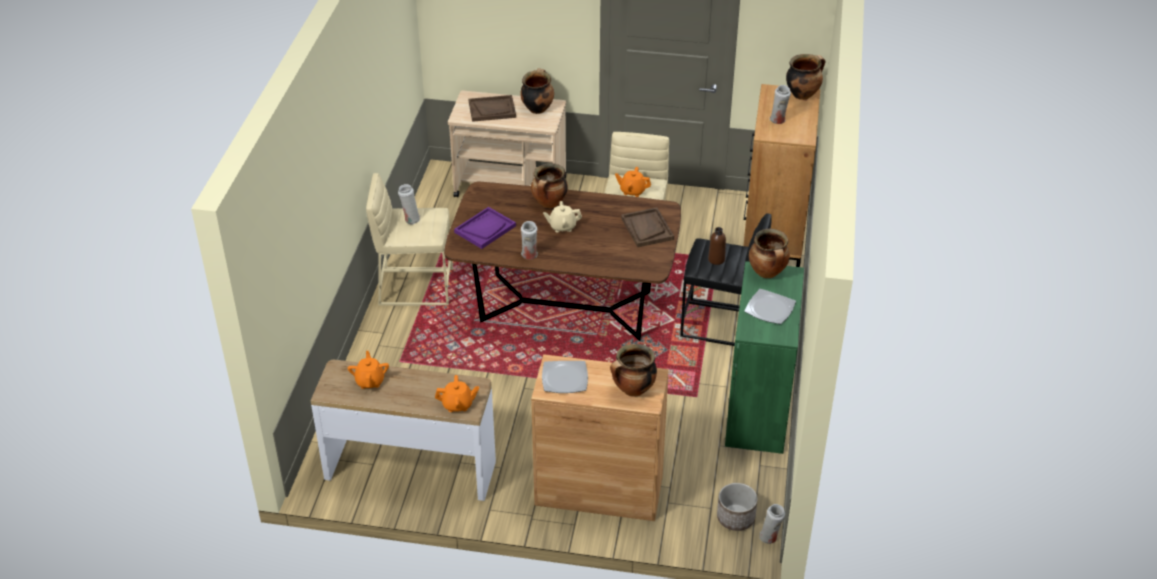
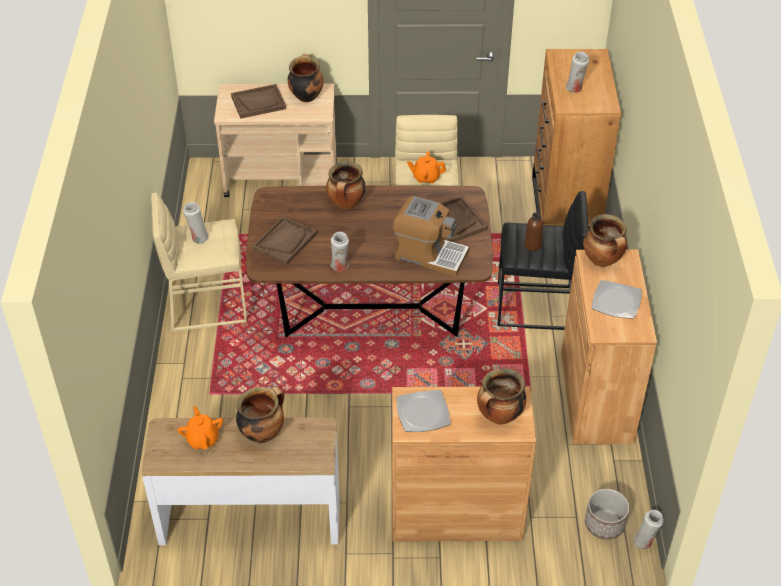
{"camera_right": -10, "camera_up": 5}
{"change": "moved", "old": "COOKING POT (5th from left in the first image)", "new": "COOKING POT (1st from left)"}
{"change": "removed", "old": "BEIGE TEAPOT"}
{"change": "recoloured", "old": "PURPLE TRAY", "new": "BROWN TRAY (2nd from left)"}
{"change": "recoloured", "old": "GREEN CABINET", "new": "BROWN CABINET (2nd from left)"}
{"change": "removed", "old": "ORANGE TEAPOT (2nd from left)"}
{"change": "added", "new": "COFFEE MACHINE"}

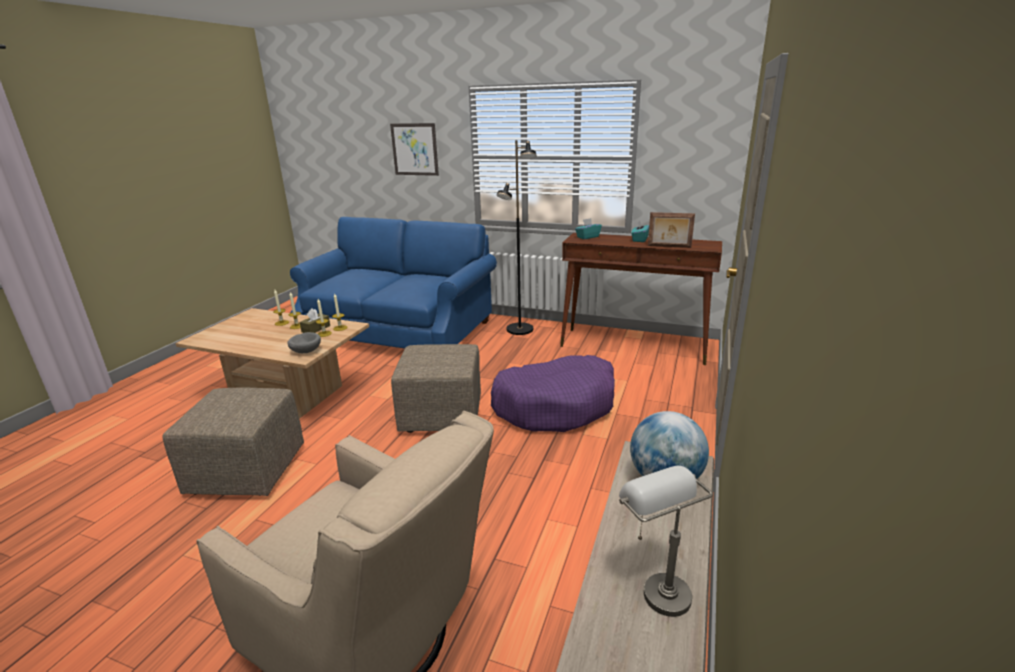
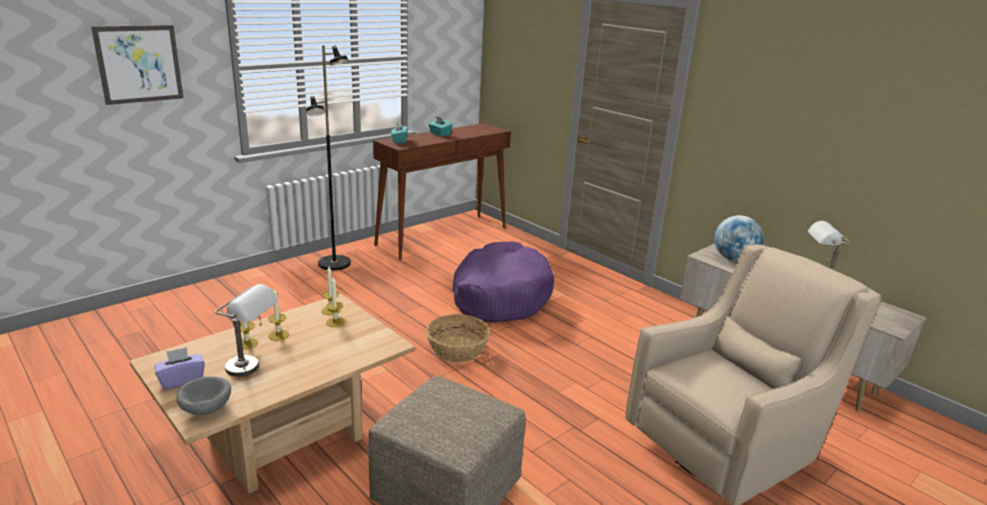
{"camera_right": -65, "camera_up": 0}
{"change": "removed", "old": "PICTURE FRAME"}
{"change": "removed", "old": "BLUE SOFA"}
{"change": "removed", "old": "BROWN TISSUE BOX"}
{"change": "moved", "old": "GREY BOWL"}
{"change": "replaced", "old": "BEIGE OTTOMAN (2nd from left)", "new": "BASKET"}
{"change": "added", "new": "GREY TABLE LAMP (1st from left)"}
{"change": "added", "new": "PURPLE TISSUE BOX"}

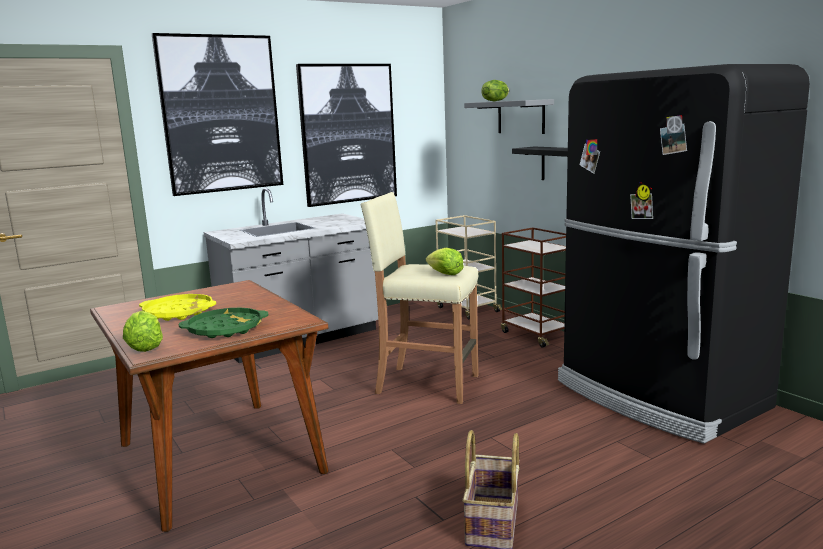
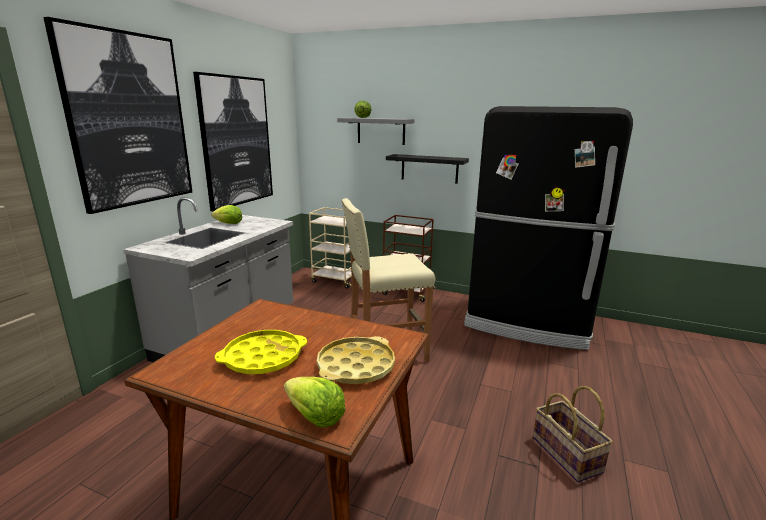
{"camera_right": -35, "camera_up": 5}
{"change": "moved", "old": "LETTUCE (2nd from left in the first image)", "new": "LETTUCE (1st from left)"}
{"change": "recoloured", "old": "GREEN TRAY", "new": "YELLOW TRAY (2nd from left)"}

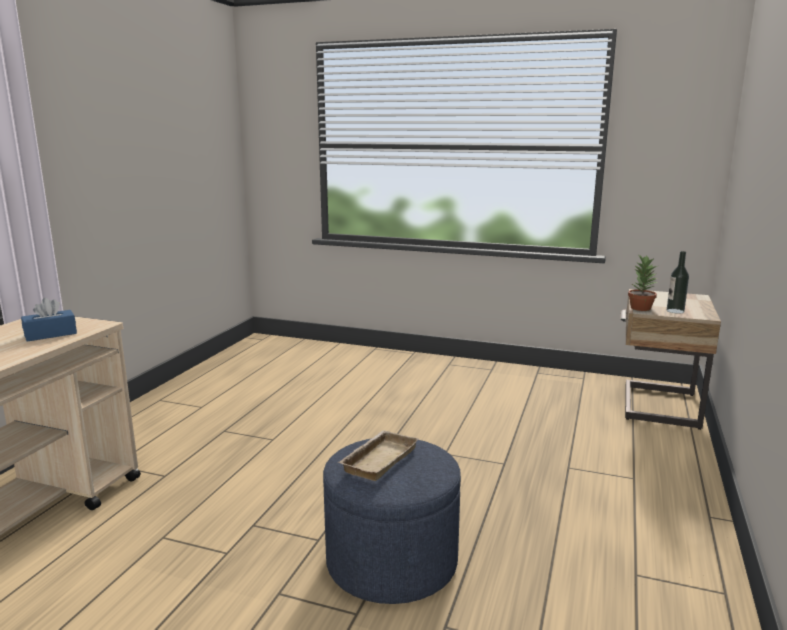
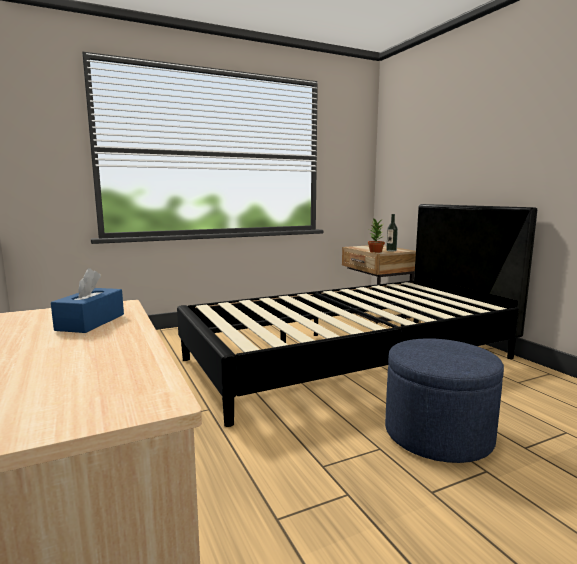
{"camera_right": -45, "camera_up": -5}
{"change": "removed", "old": "BEIGE TRAY"}
{"change": "added", "new": "BLACK BED"}

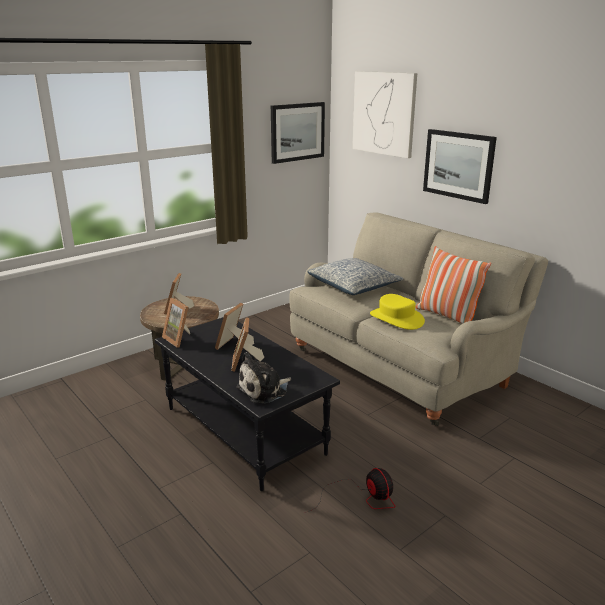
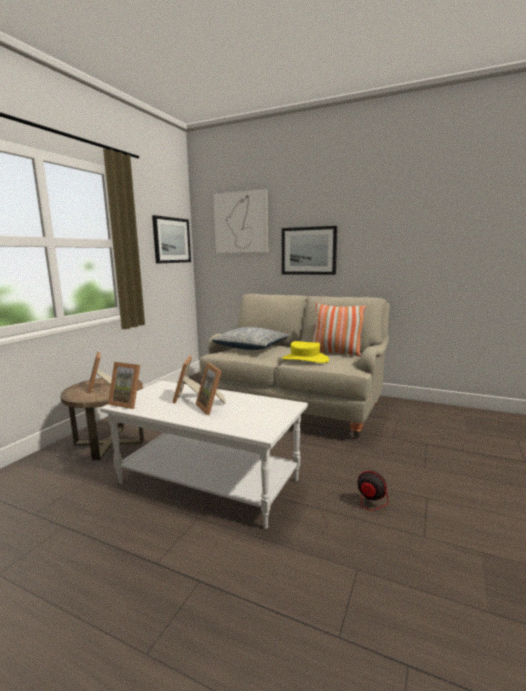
{"camera_right": -25, "camera_up": -10}
{"change": "recoloured", "old": "BLACK COFFEE TABLE", "new": "WHITE COFFEE TABLE"}
{"change": "removed", "old": "PLUSH TOY"}

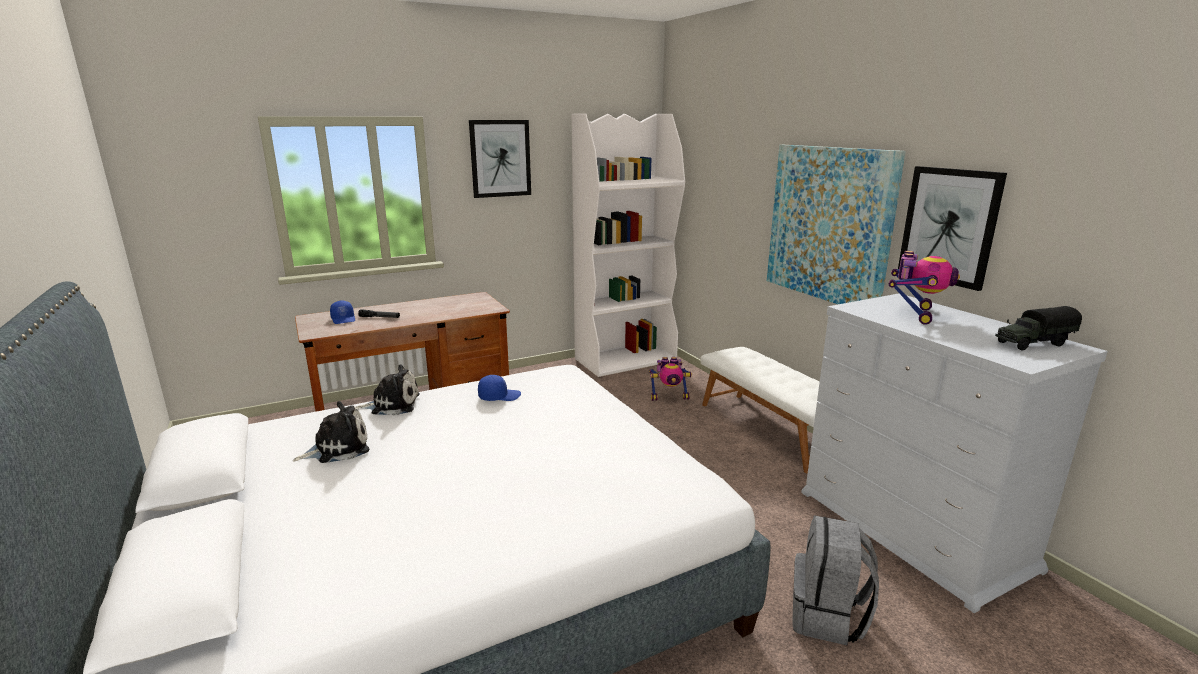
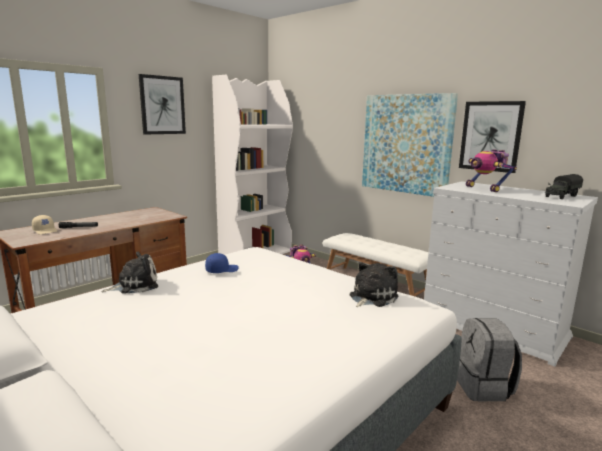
{"camera_right": -20, "camera_up": -5}
{"change": "turned", "old": "TOY ROBOT (2nd from left)", "degrees": 150}
{"change": "recoloured", "old": "BLUE CAP (1st from left)", "new": "BEIGE CAP"}
{"change": "moved", "old": "PLUSH TOY (1st from left in the first image)", "new": "PLUSH TOY (2nd from left)"}

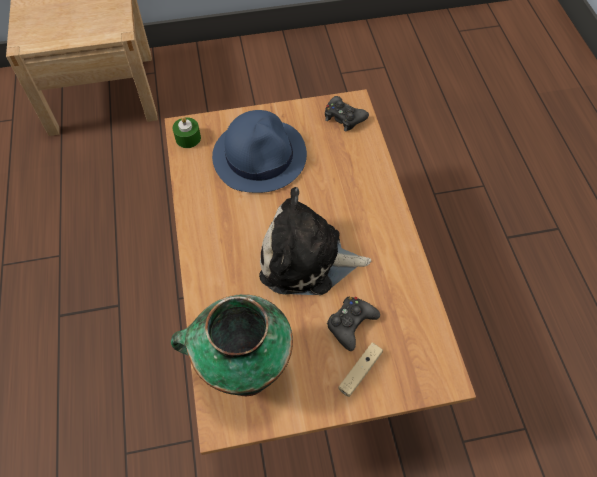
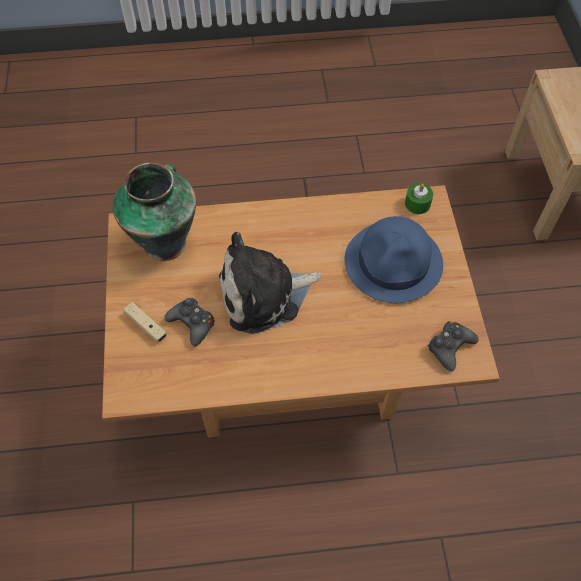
{"camera_right": 95, "camera_up": 0}
{"change": "turned", "old": "PLUSH TOY", "degrees": -120}

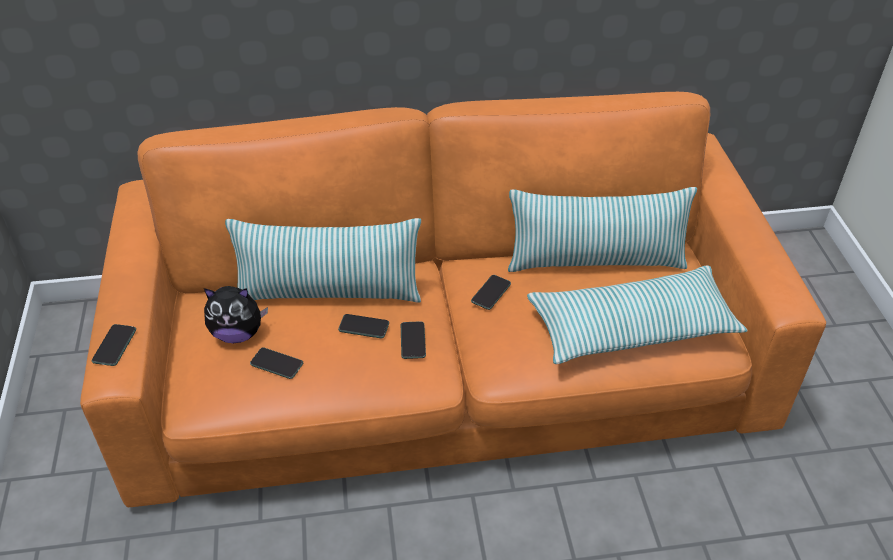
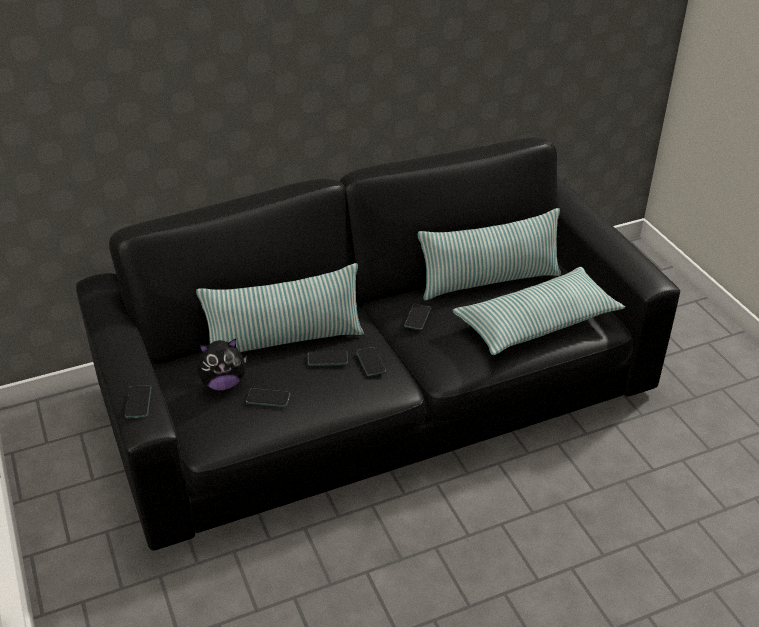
{"camera_right": -15, "camera_up": -5}
{"change": "recoloured", "old": "ORANGE SOFA", "new": "BLACK SOFA"}

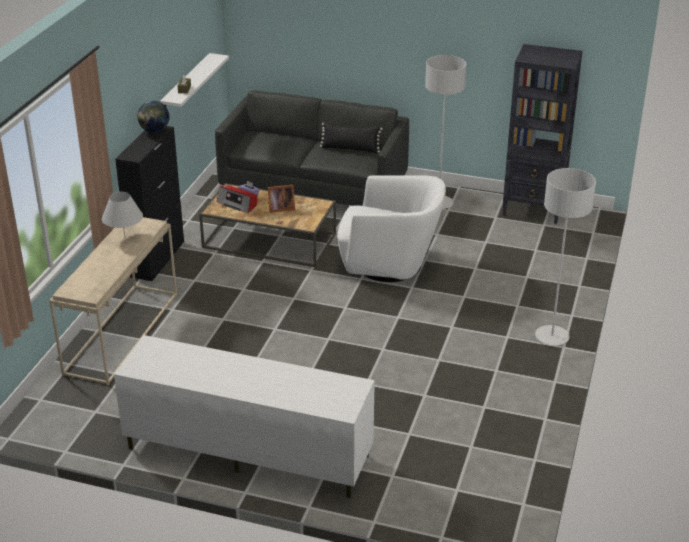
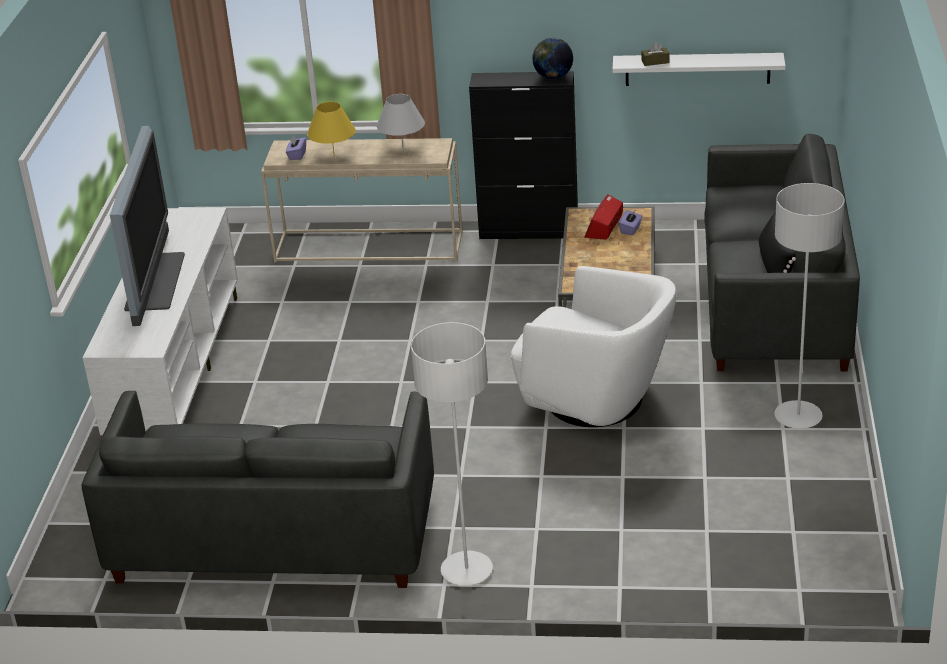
{"camera_right": 80, "camera_up": 0}
{"change": "removed", "old": "BLACK BOOKCASE"}
{"change": "turned", "old": "WHITE ARMCHAIR", "degrees": -60}
{"change": "removed", "old": "PICTURE FRAME"}
{"change": "added", "new": "YELLOW TABLE LAMP"}
{"change": "added", "new": "TELEVISION"}
{"change": "added", "new": "PURPLE TISSUE BOX (1st from left)"}
{"change": "added", "new": "GREY SOFA (1st from left)"}

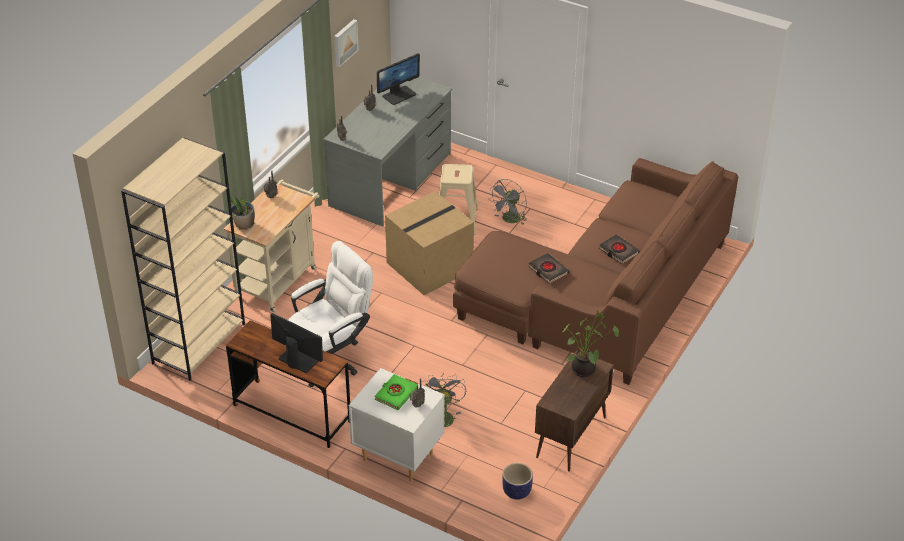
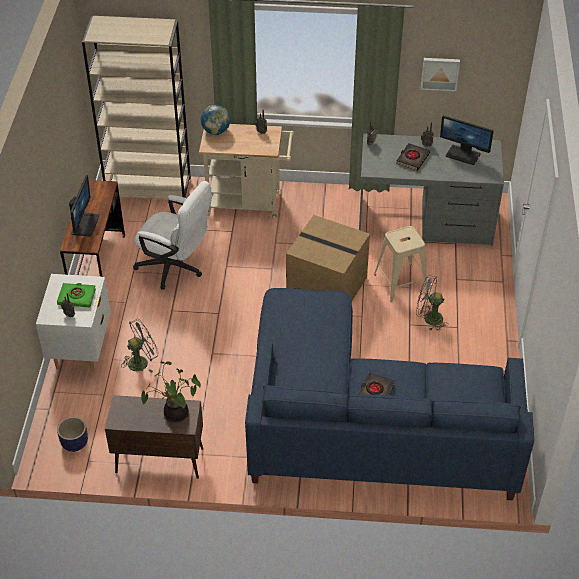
{"camera_right": 65, "camera_up": 5}
{"change": "recoloured", "old": "BROWN SOFA", "new": "BLUE SOFA"}
{"change": "replaced", "old": "POTTED PLANT (1st from left)", "new": "GLOBE"}
{"change": "moved", "old": "BLACK BOOK (1st from left in the first image)", "new": "BLACK BOOK (2nd from left)"}

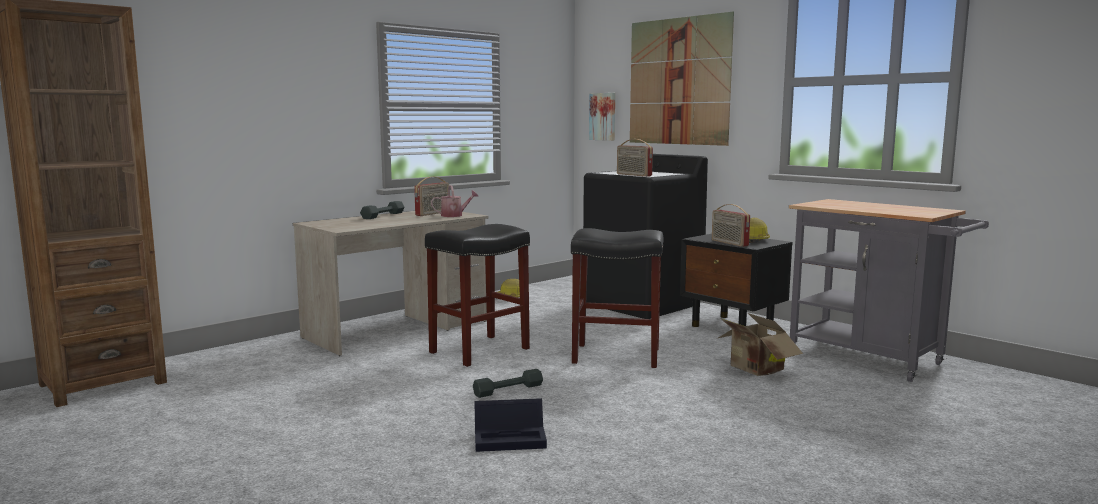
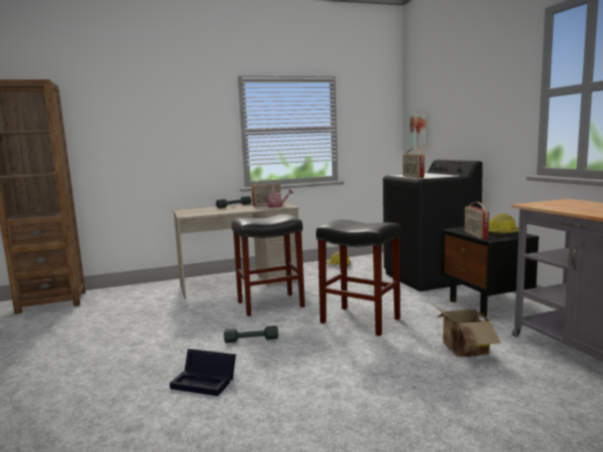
{"camera_right": 25, "camera_up": 0}
{"change": "removed", "old": "PICTURE (2nd from left)"}

